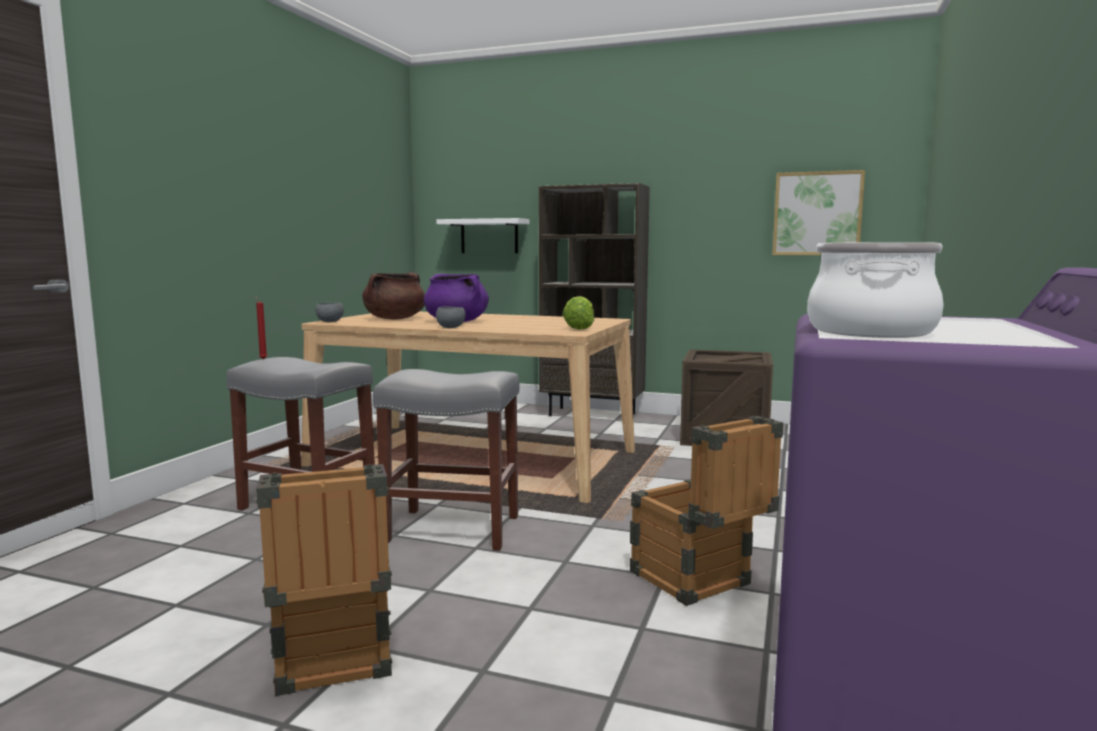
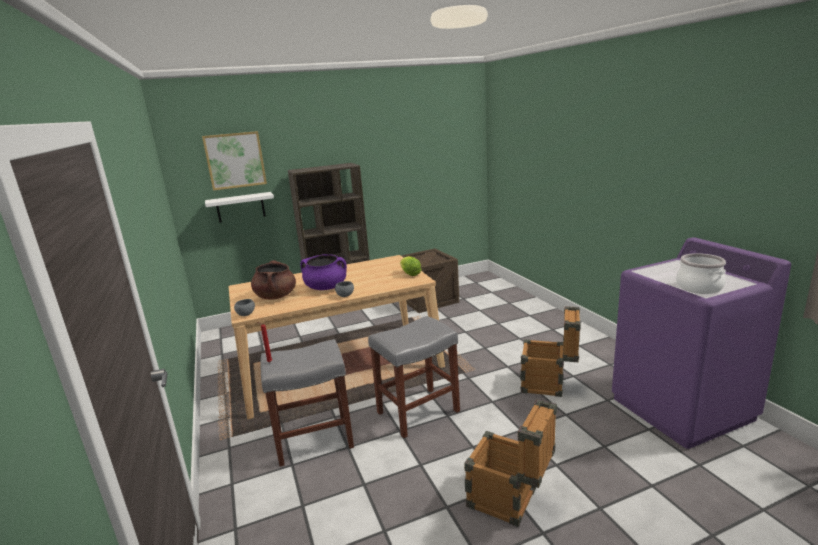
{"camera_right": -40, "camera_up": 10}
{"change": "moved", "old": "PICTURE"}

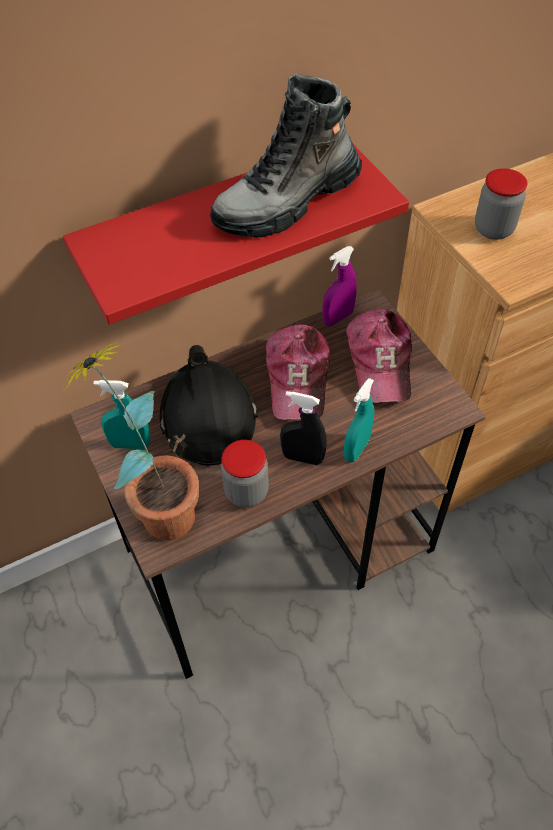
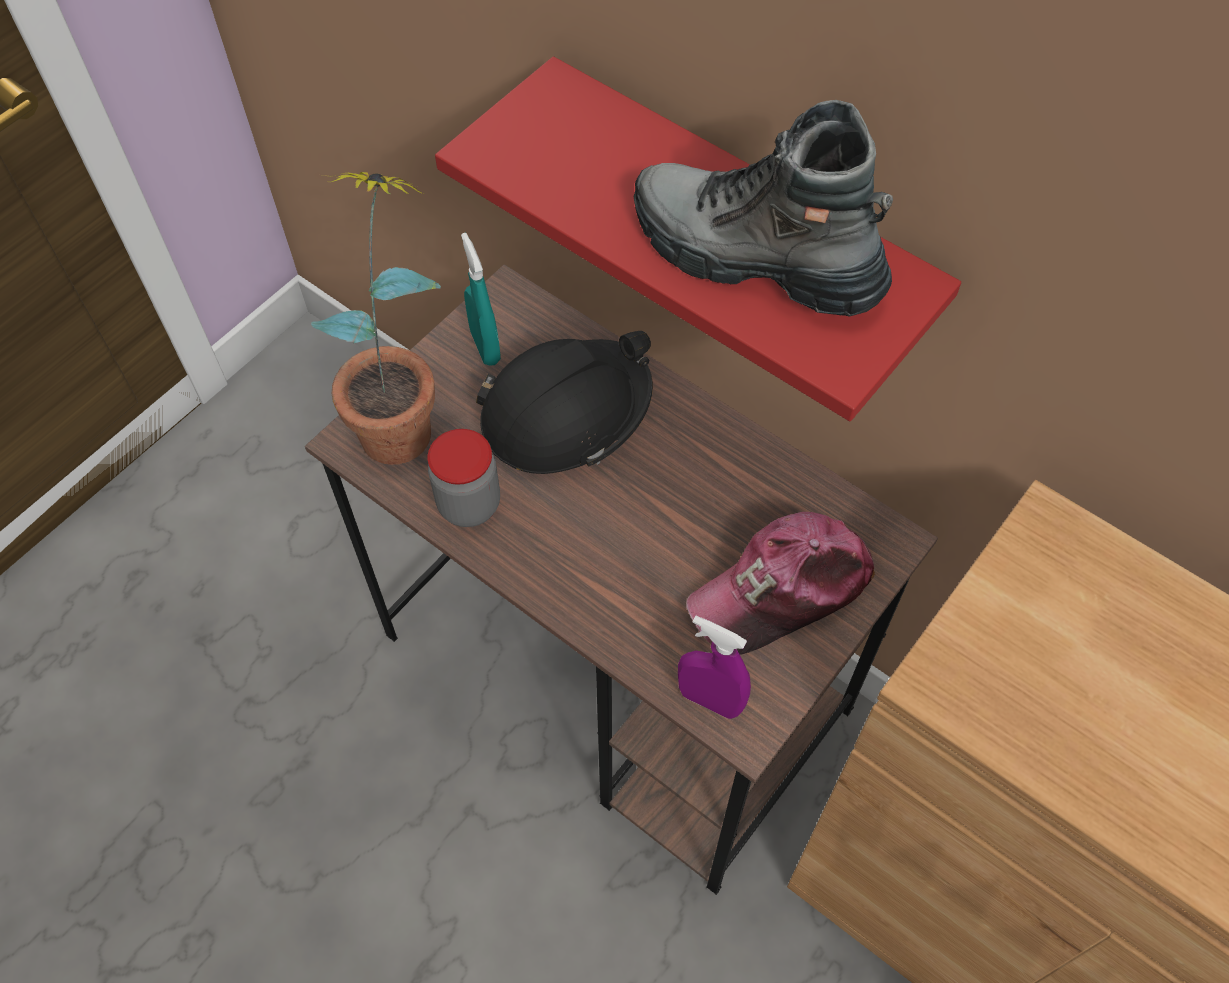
{"camera_right": 65, "camera_up": 5}
{"change": "removed", "old": "JAR (2nd from left)"}
{"change": "moved", "old": "PURPLE SPRAY BOTTLE"}
{"change": "removed", "old": "CAP (1st from left)"}
{"change": "removed", "old": "TURQUOISE SPRAY BOTTLE (2nd from left)"}
{"change": "removed", "old": "BLACK SPRAY BOTTLE"}

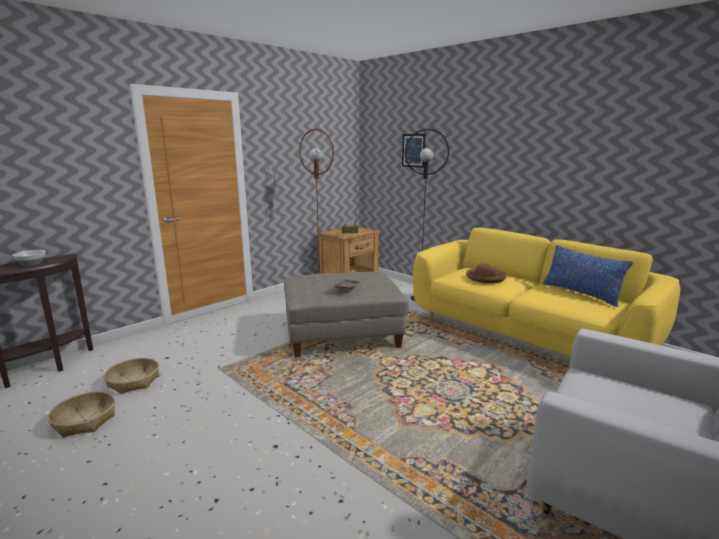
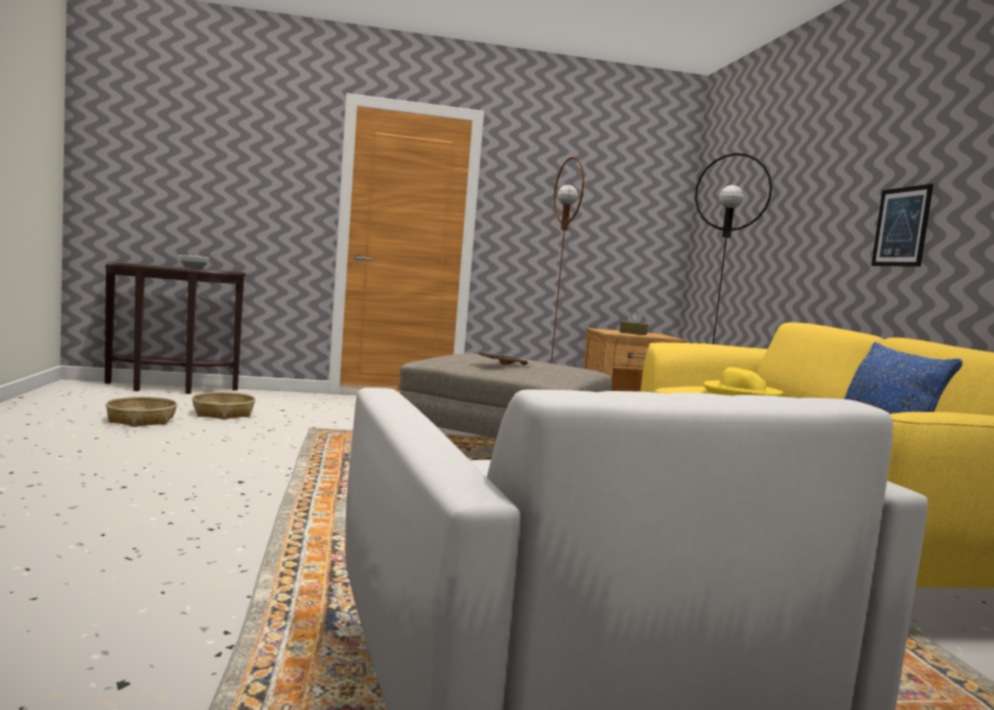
{"camera_right": 35, "camera_up": -10}
{"change": "moved", "old": "PICTURE"}
{"change": "recoloured", "old": "BROWN HAT", "new": "YELLOW HAT"}

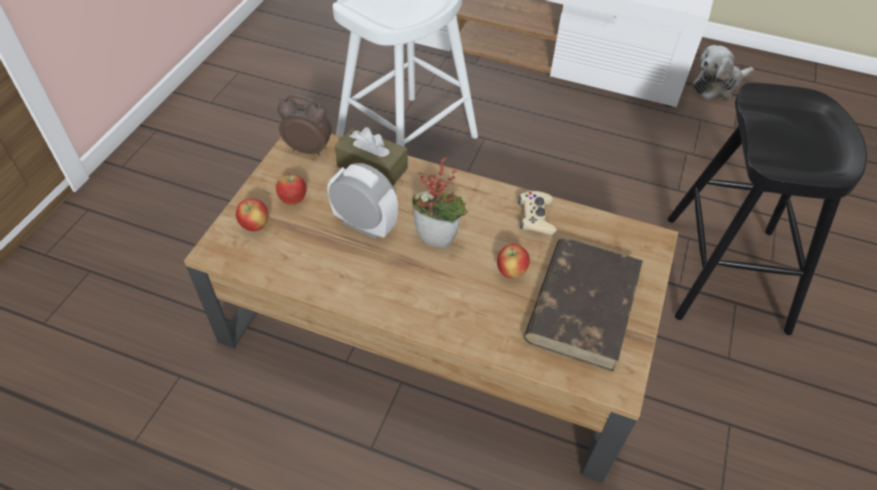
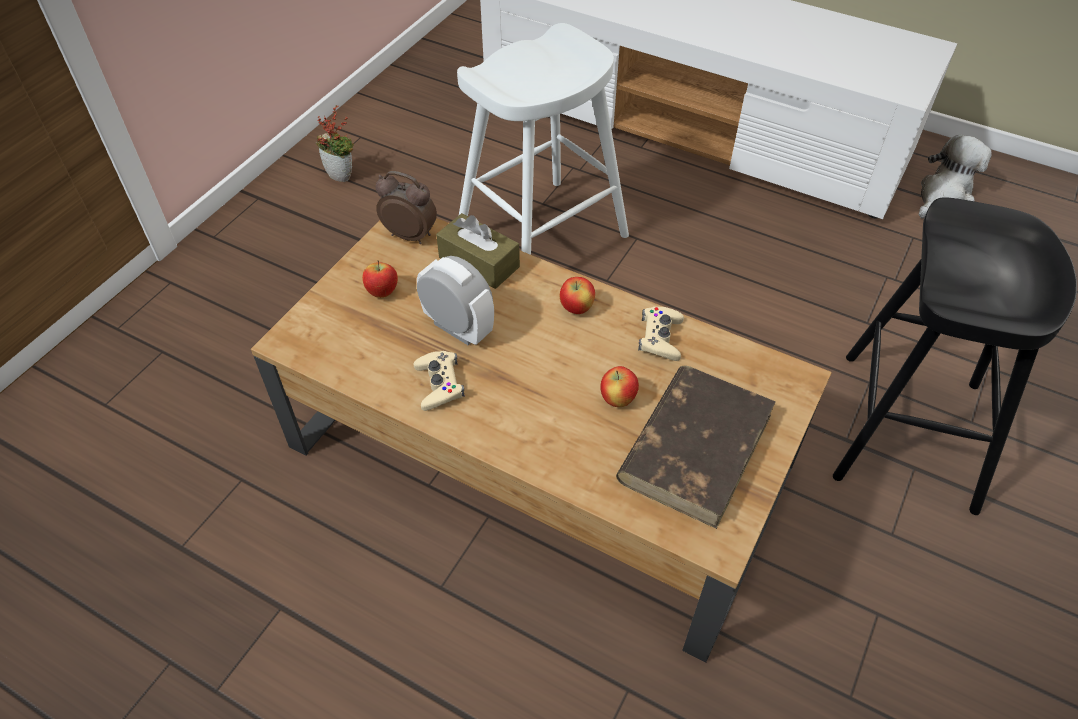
{"camera_right": 10, "camera_up": 0}
{"change": "turned", "old": "PLUSH TOY", "degrees": 150}
{"change": "moved", "old": "POTTED PLANT"}
{"change": "moved", "old": "APPLE (1st from left in the first image)", "new": "APPLE (2nd from left)"}
{"change": "added", "new": "BEIGE GAME CONTROLLER (1st from left)"}

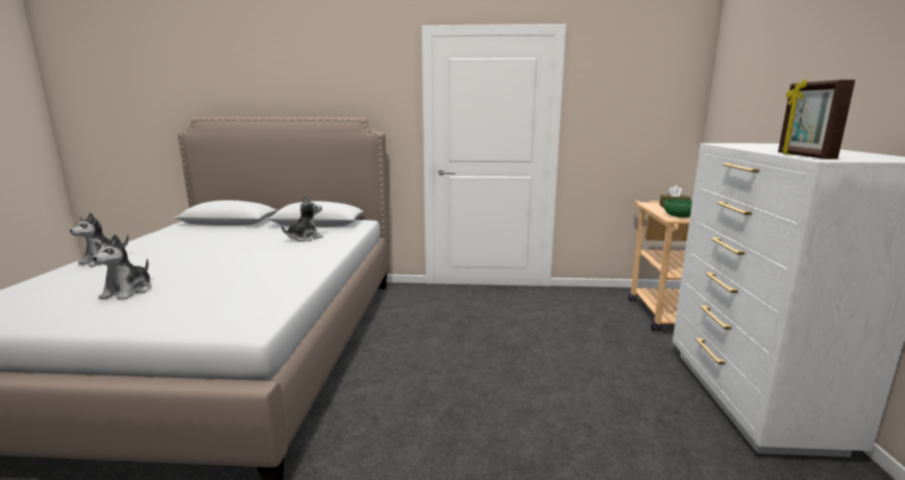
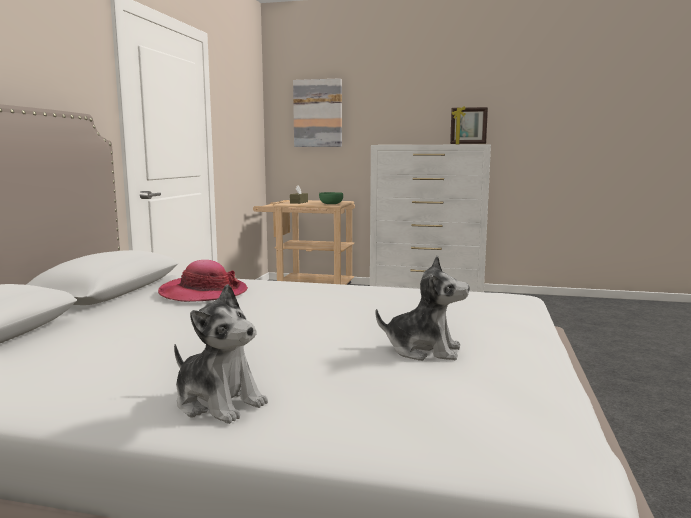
{"camera_right": -80, "camera_up": -5}
{"change": "replaced", "old": "PLUSH TOY (3rd from left)", "new": "HAT"}
{"change": "added", "new": "PICTURE"}

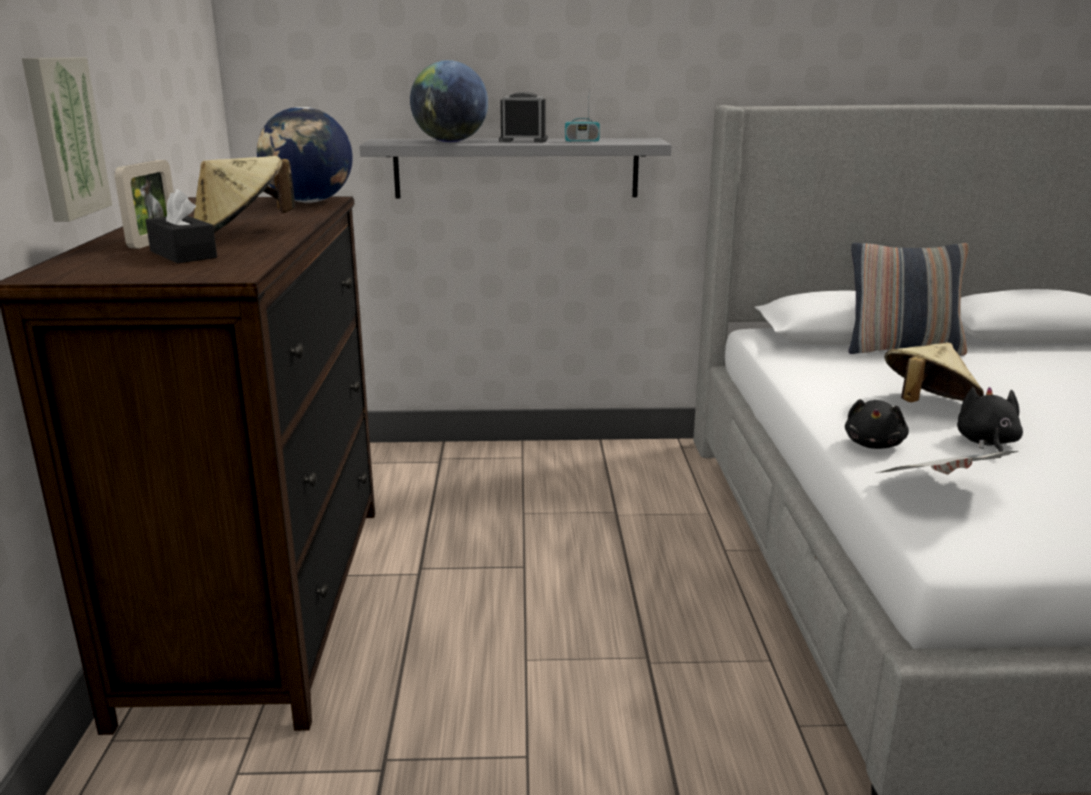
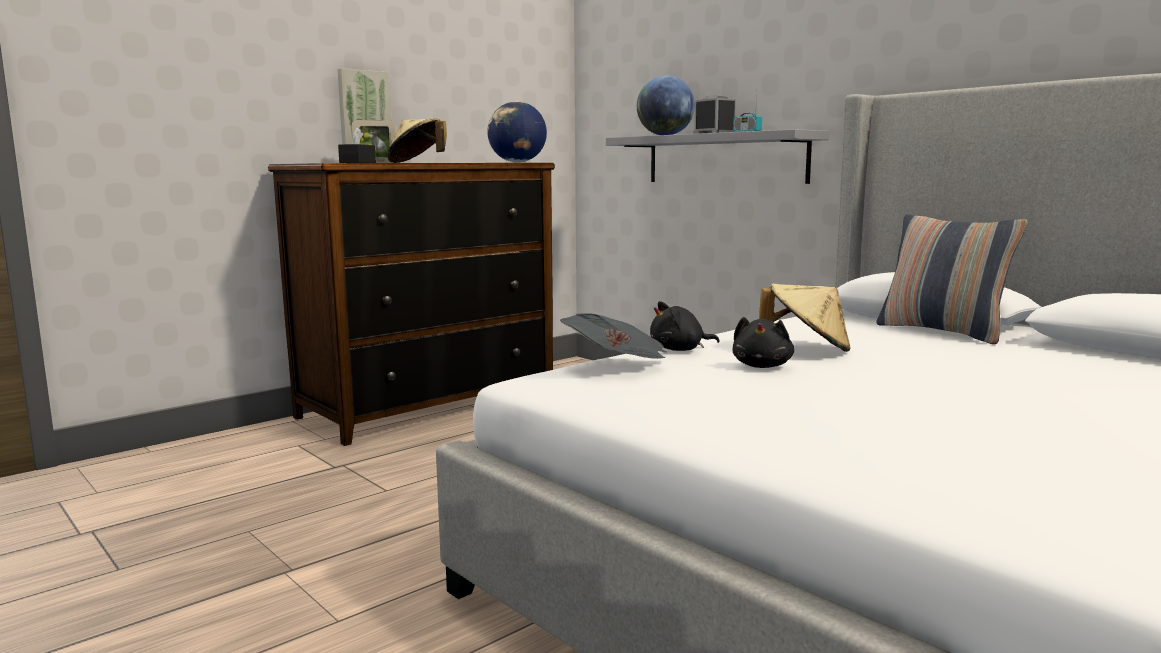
{"camera_right": 50, "camera_up": -10}
{"change": "turned", "old": "BLACK PLUSH TOY (2nd from left)", "degrees": 135}

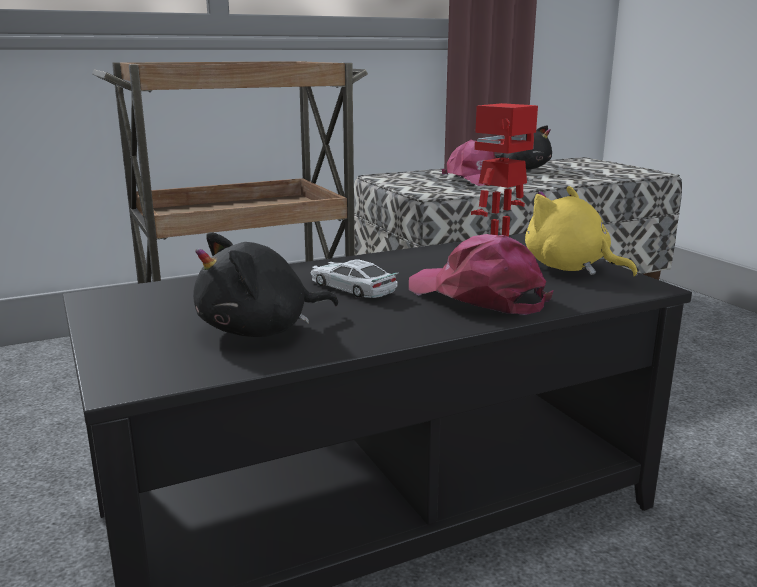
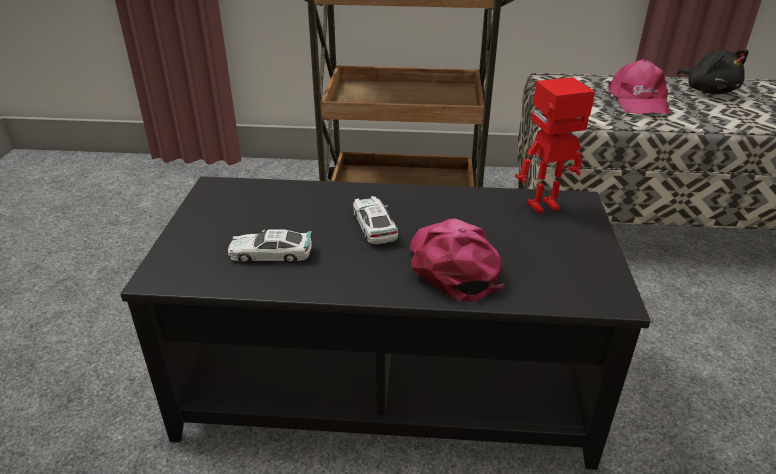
{"camera_right": 30, "camera_up": 15}
{"change": "removed", "old": "YELLOW PLUSH TOY"}
{"change": "replaced", "old": "BLACK PLUSH TOY (1st from left)", "new": "TOY CAR (1st from left)"}

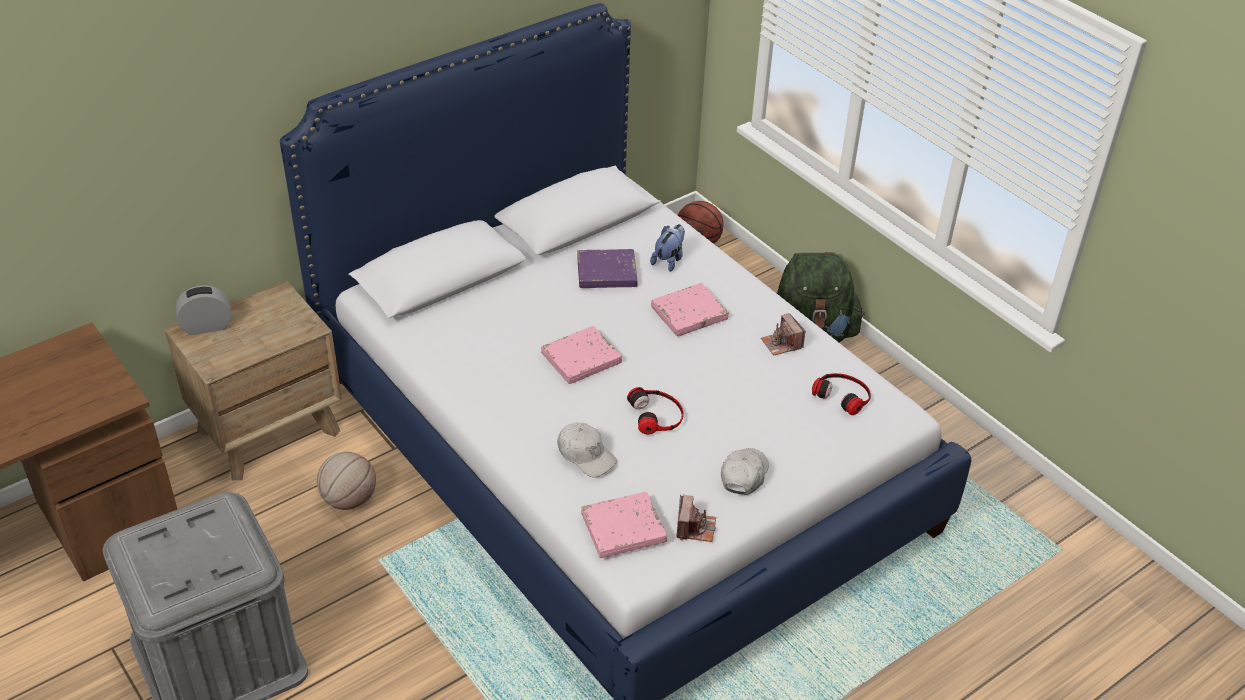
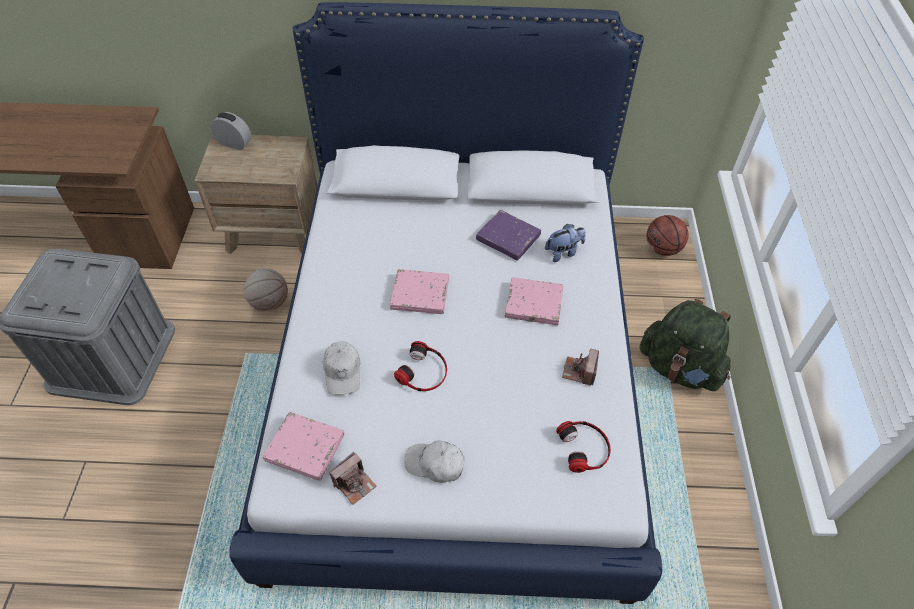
{"camera_right": 40, "camera_up": 10}
{"change": "turned", "old": "WHITE CAP (2nd from left)", "degrees": -135}

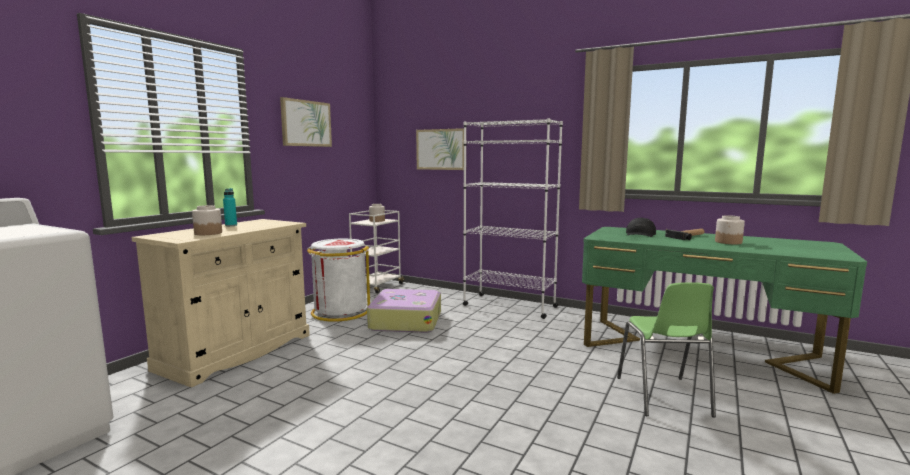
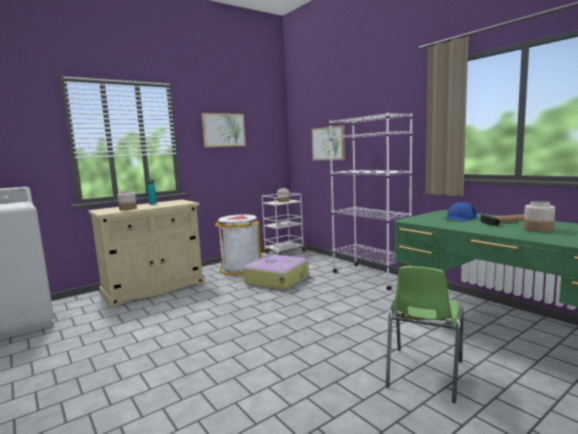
{"camera_right": 25, "camera_up": 0}
{"change": "recoloured", "old": "BLACK CAP", "new": "BLUE CAP"}

